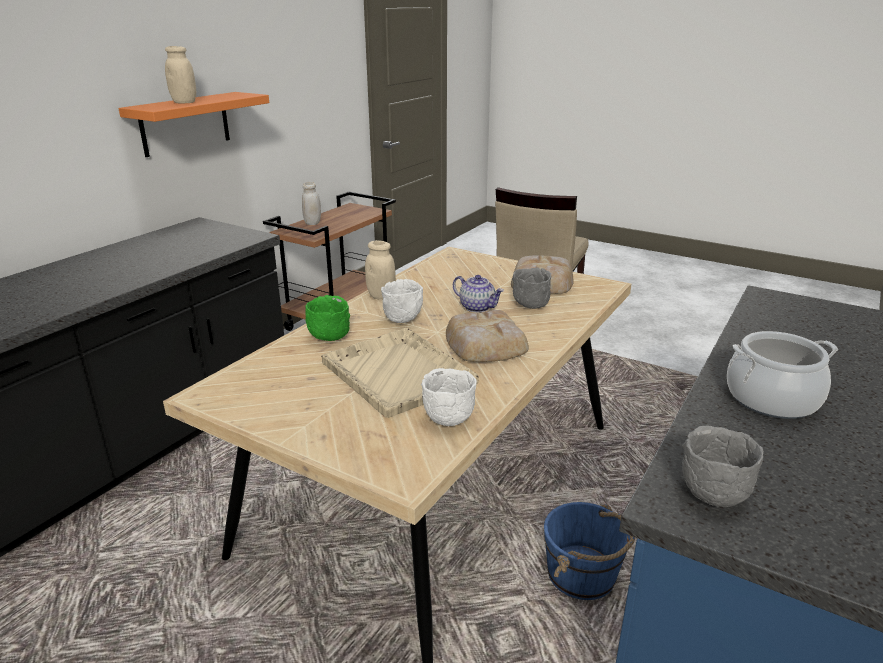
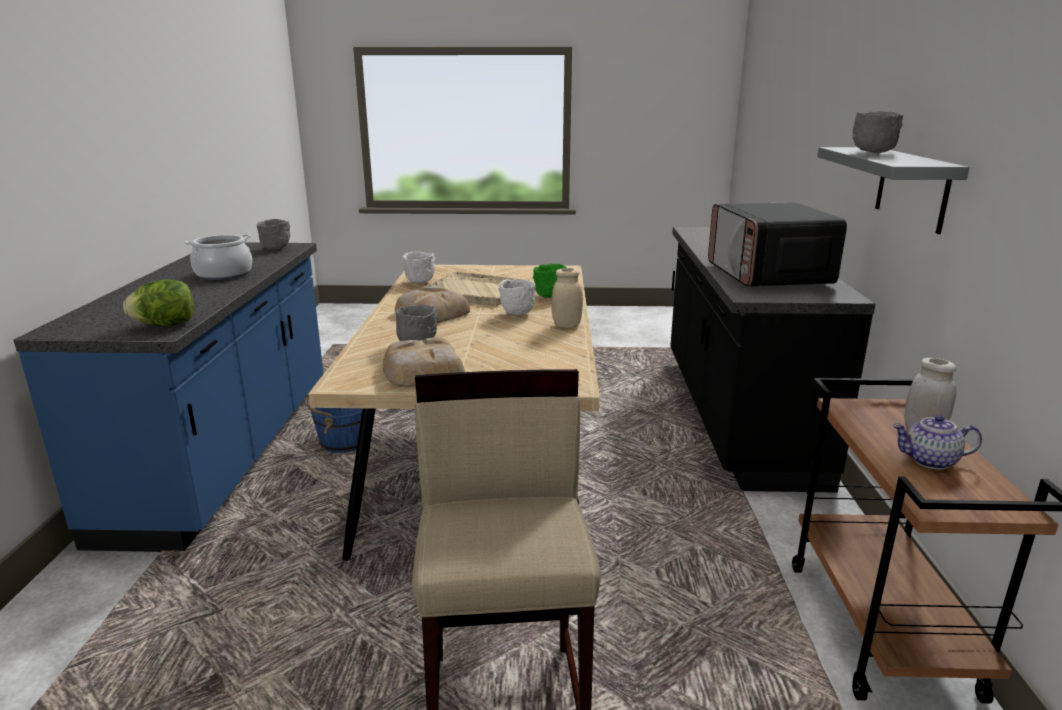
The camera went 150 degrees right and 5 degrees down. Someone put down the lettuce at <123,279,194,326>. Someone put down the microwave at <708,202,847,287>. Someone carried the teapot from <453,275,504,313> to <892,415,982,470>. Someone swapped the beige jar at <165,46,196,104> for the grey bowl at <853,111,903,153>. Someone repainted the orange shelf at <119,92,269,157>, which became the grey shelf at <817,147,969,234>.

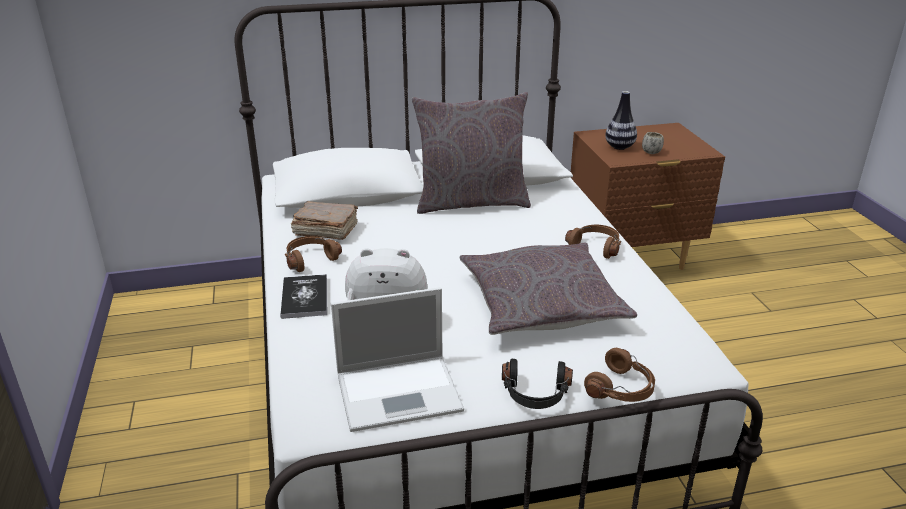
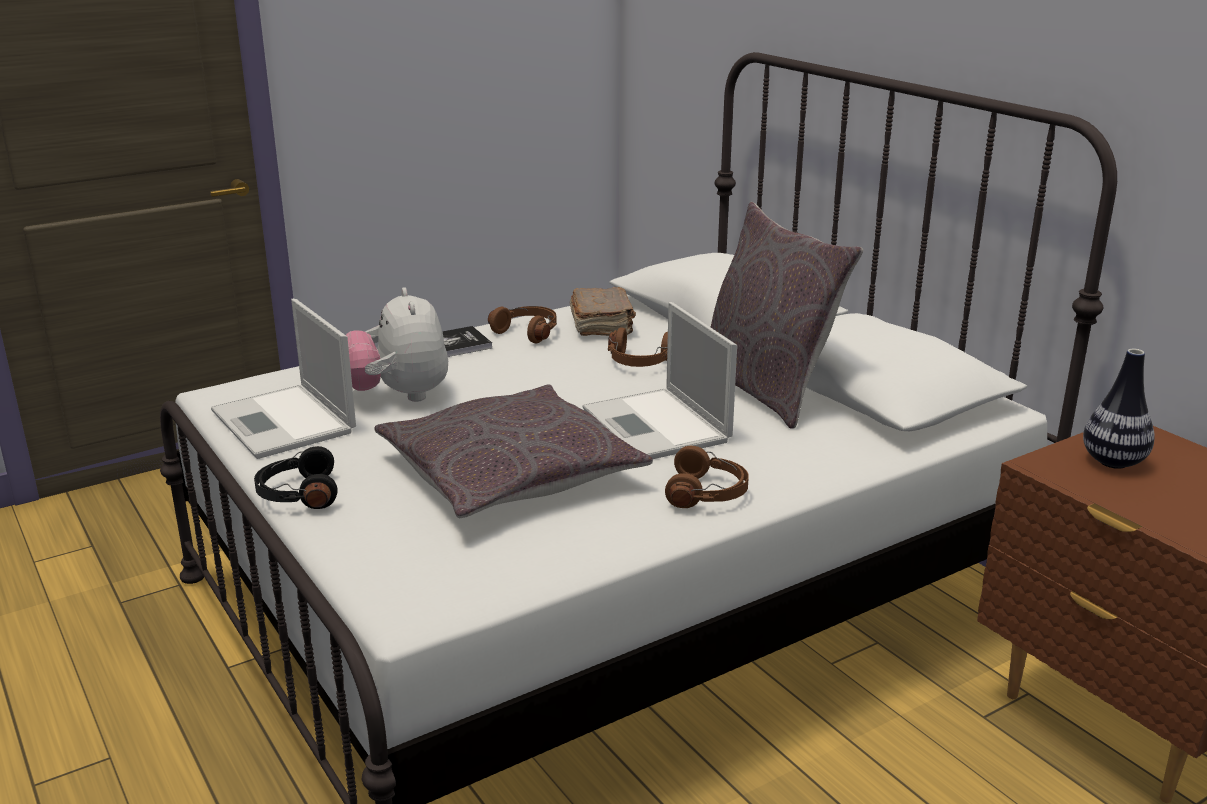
The camera went 70 degrees right and 5 degrees down. Someone took away the white mug at <642,132,664,154>. Someone put down the laptop at <583,302,737,459>. Someone carried the brown headphones from <584,348,655,402> to <608,327,668,367>.

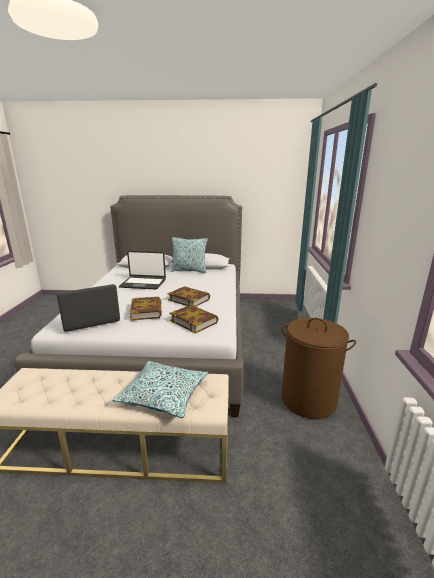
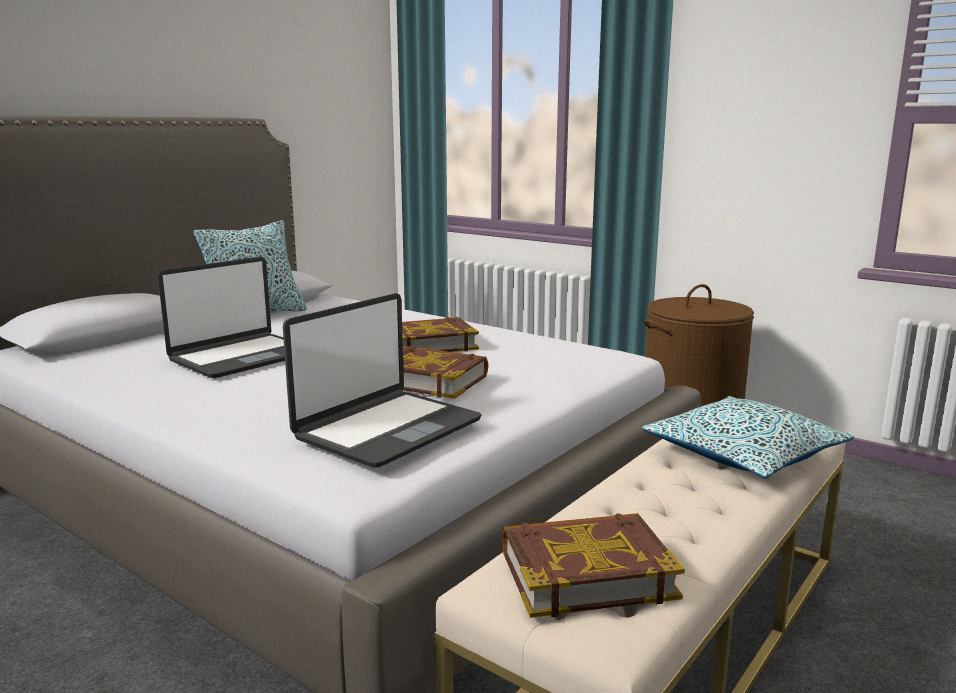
The camera went 55 degrees left and 5 degrees down. Someone carried the book from <169,305,219,333> to <502,513,685,618>. Someone rotated the laptop at <57,284,120,332> by 150 degrees counterclockwise.

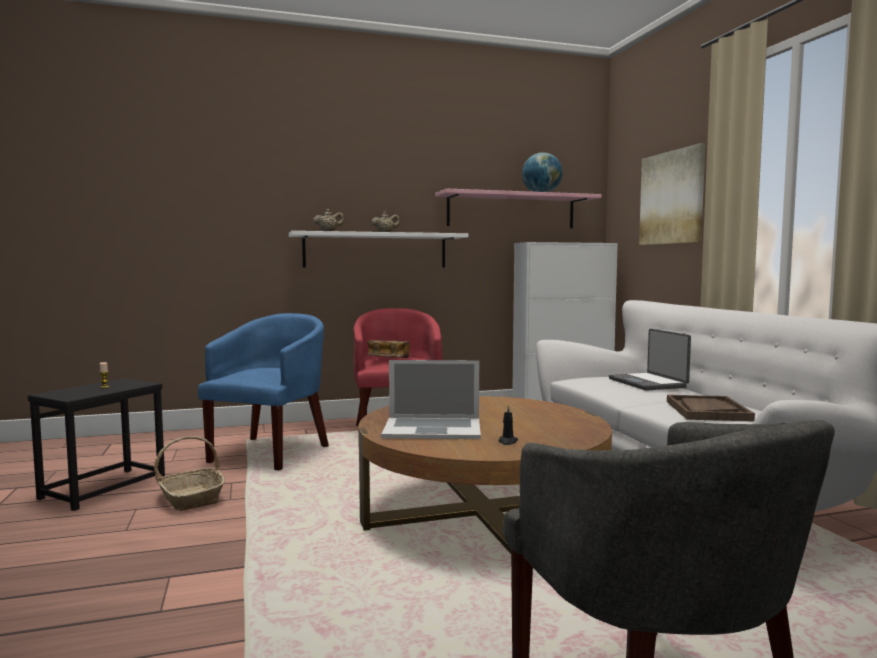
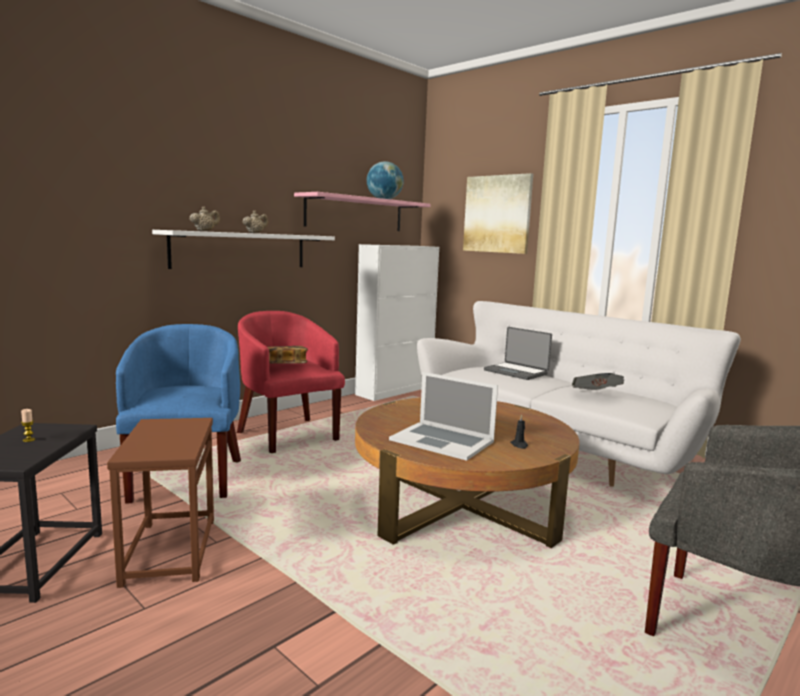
The camera went 30 degrees left and 5 degrees up. Someone swapped the basket at <154,436,225,511> for the brown side table at <107,418,214,588>. Someone swapped the brown tray at <667,395,755,421> for the newspaper at <572,373,624,390>. Someone rotated the laptop at <381,360,481,439> by 60 degrees clockwise.

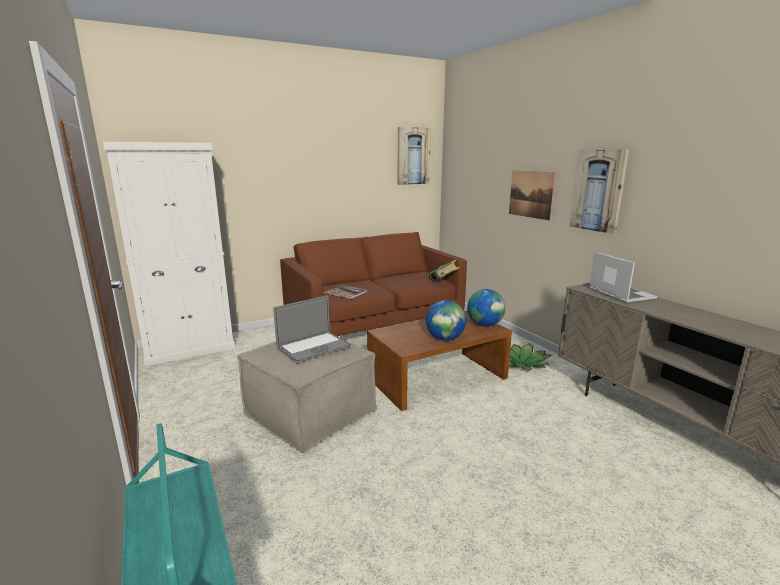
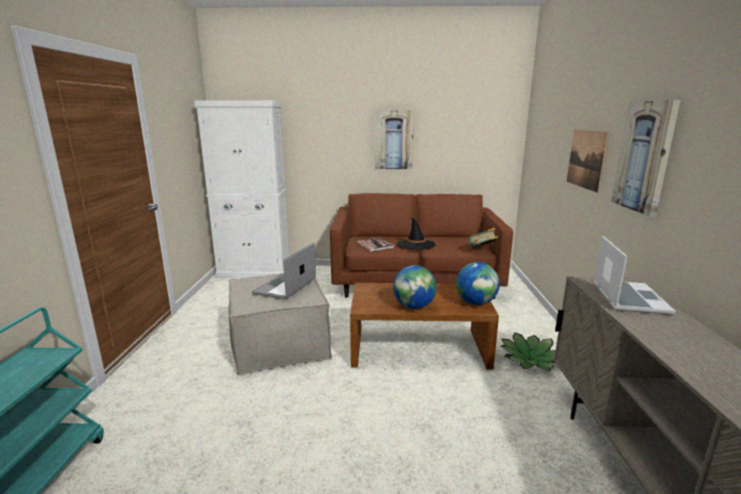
The camera went 30 degrees right and 0 degrees up. Someone put down the black hat at <396,217,436,250>. Someone carried the picture from <398,127,431,185> to <375,110,414,169>. Someone rotated the laptop at <273,295,351,363> by 120 degrees clockwise.

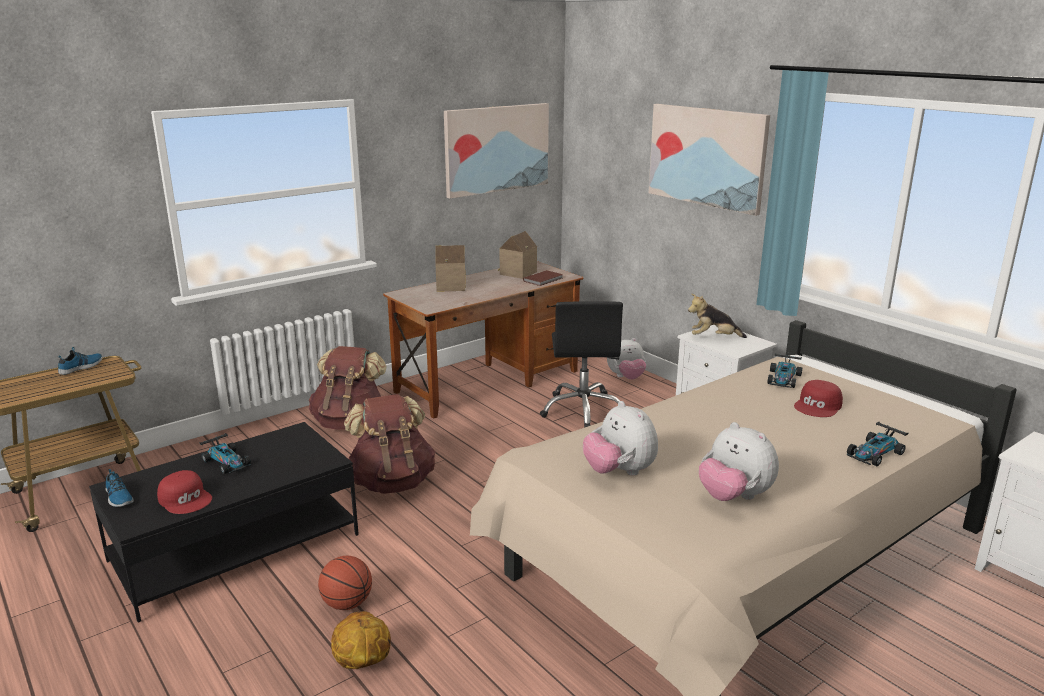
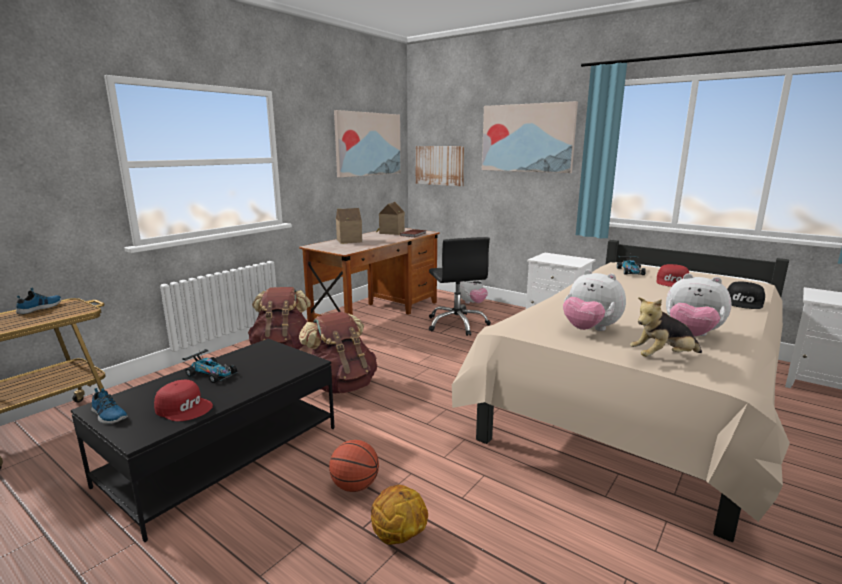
The camera went 15 degrees left and 5 degrees down. Someone put up the picture at <416,146,464,186>. Someone carried the plush toy from <688,294,747,338> to <630,297,702,357>. Someone swapped the toy car at <847,422,908,466> for the black cap at <727,281,765,309>.

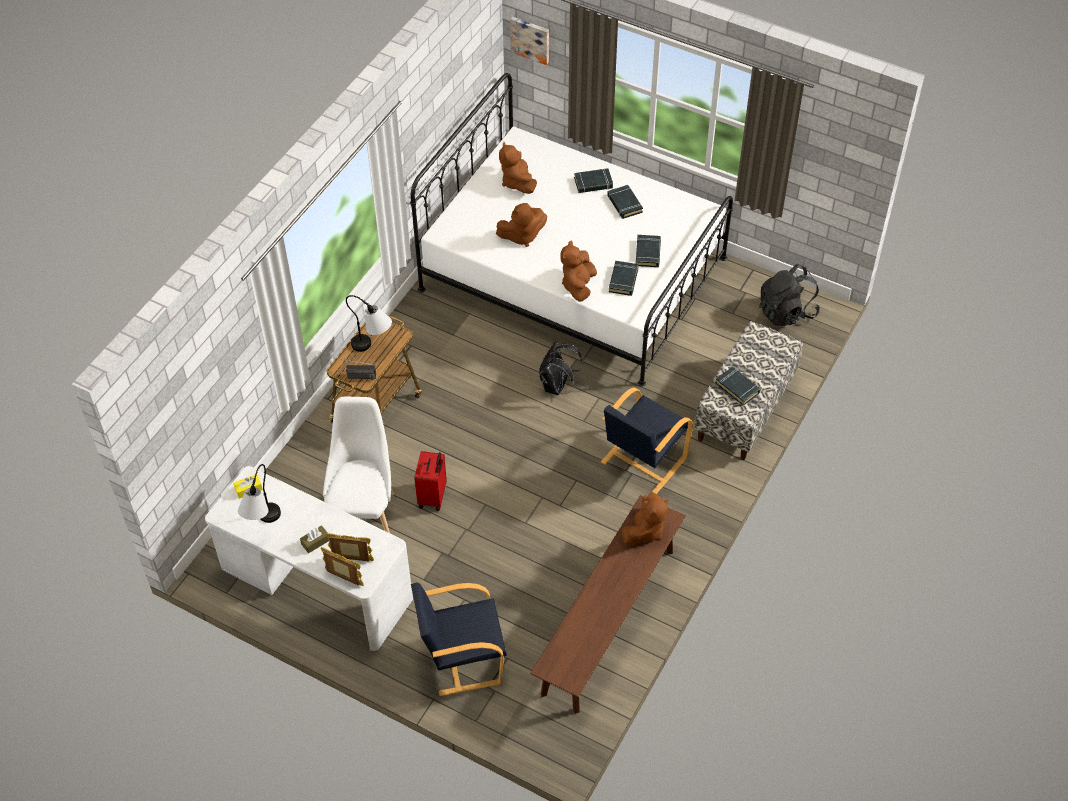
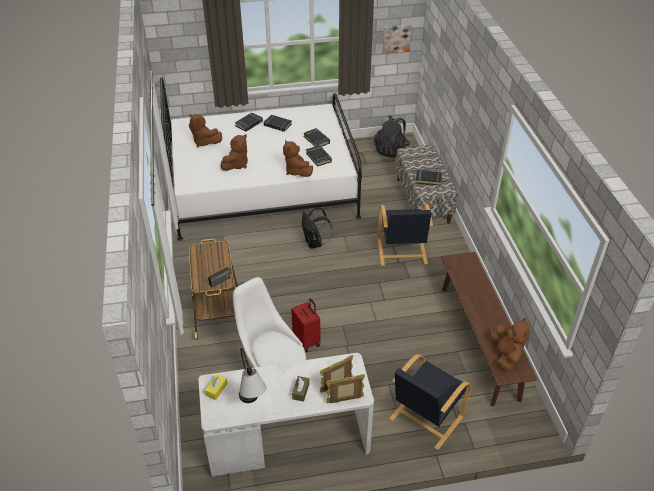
The camera went 40 degrees left and 10 degrees down. Someone took away the table lamp at <346,295,392,352>. Someone carried the picture from <510,17,549,65> to <382,24,412,54>. Someone carried the brown plush toy from <622,493,668,545> to <490,318,530,371>.

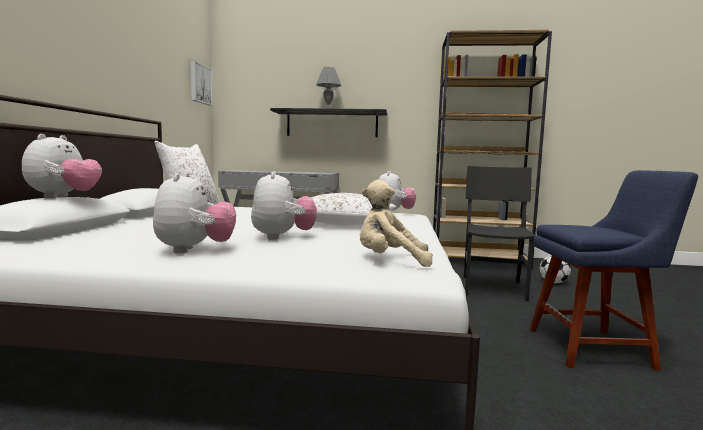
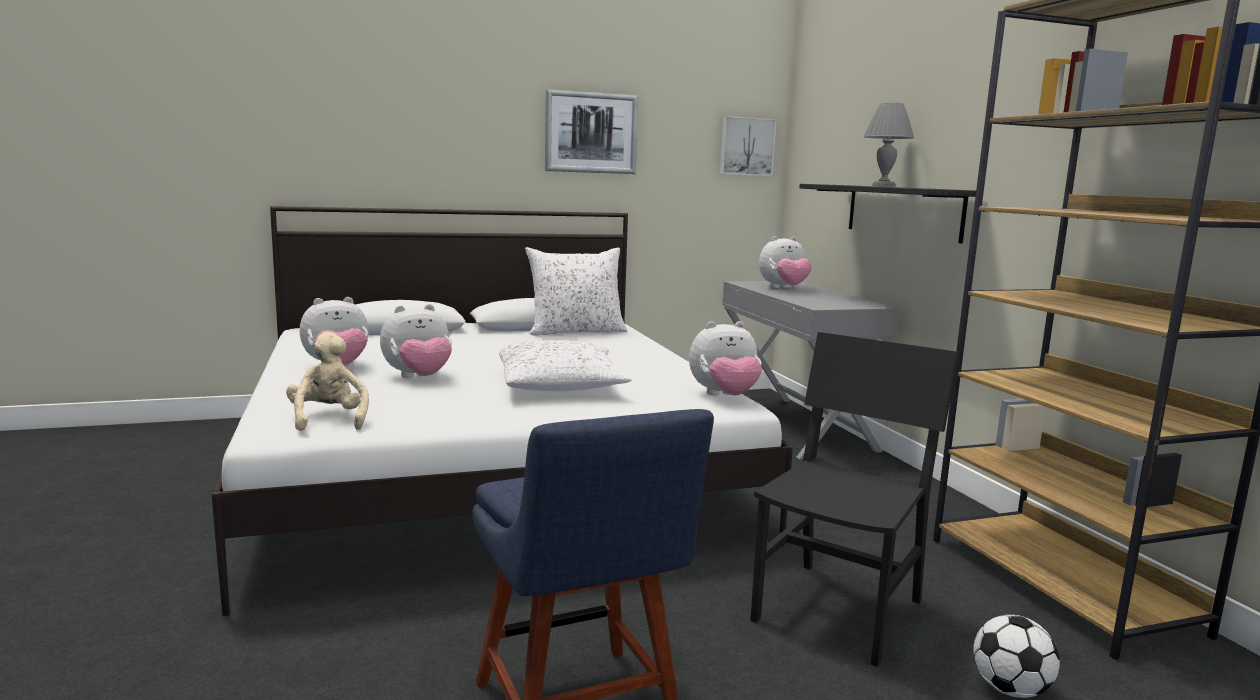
The camera went 65 degrees right and 5 degrees up. Someone put up the picture at <545,89,638,174>. Someone carried the plush toy from <22,134,102,198> to <759,236,812,288>. Someone rotated the black chair at <464,166,536,301> by 45 degrees counterclockwise.

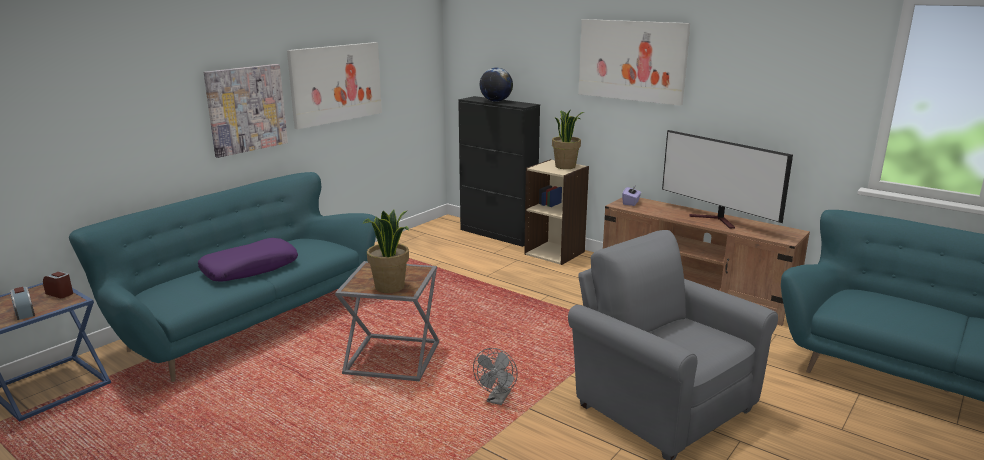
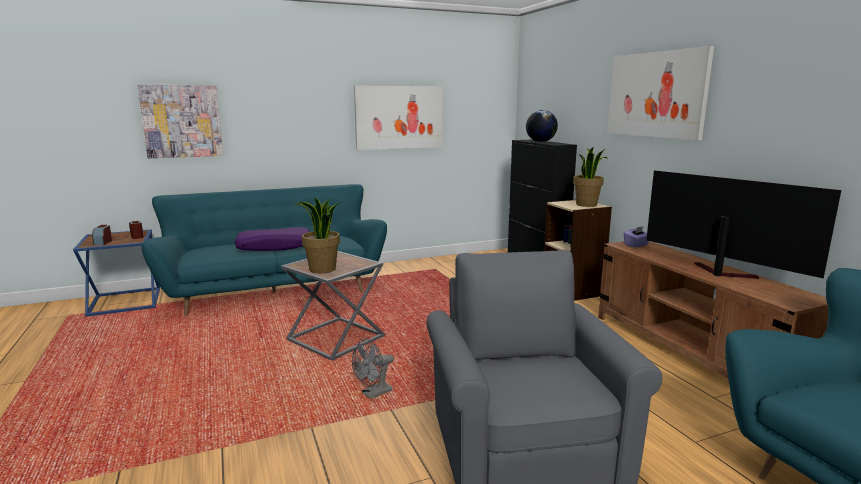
The camera went 30 degrees right and 5 degrees down. Someone carried the picture from <203,64,288,158> to <138,84,223,158>. Someone rotated the television at <662,130,793,229> by 150 degrees clockwise.

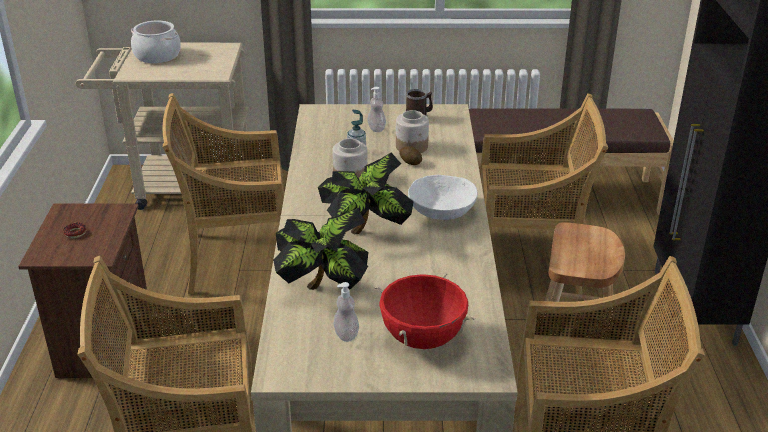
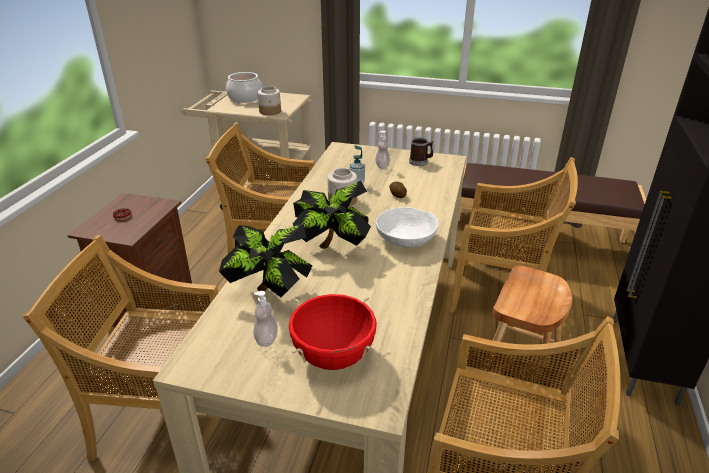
The camera went 15 degrees right and 0 degrees up. Someone carried the jar from <396,110,429,153> to <257,86,281,115>.

